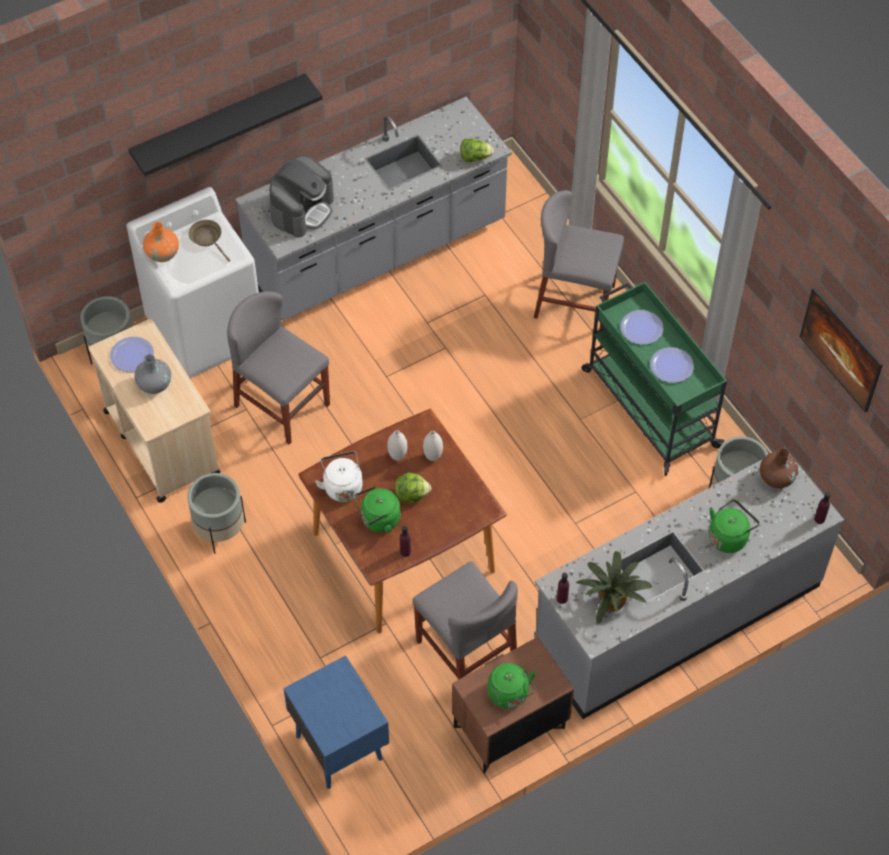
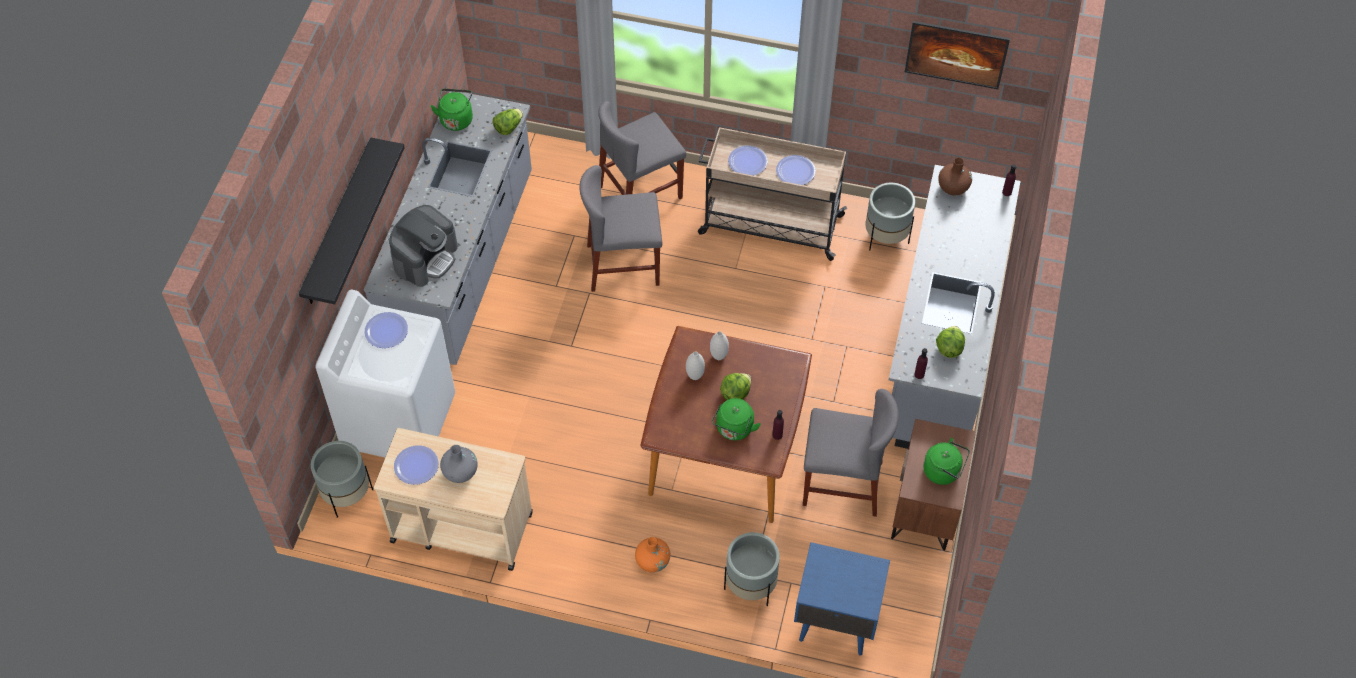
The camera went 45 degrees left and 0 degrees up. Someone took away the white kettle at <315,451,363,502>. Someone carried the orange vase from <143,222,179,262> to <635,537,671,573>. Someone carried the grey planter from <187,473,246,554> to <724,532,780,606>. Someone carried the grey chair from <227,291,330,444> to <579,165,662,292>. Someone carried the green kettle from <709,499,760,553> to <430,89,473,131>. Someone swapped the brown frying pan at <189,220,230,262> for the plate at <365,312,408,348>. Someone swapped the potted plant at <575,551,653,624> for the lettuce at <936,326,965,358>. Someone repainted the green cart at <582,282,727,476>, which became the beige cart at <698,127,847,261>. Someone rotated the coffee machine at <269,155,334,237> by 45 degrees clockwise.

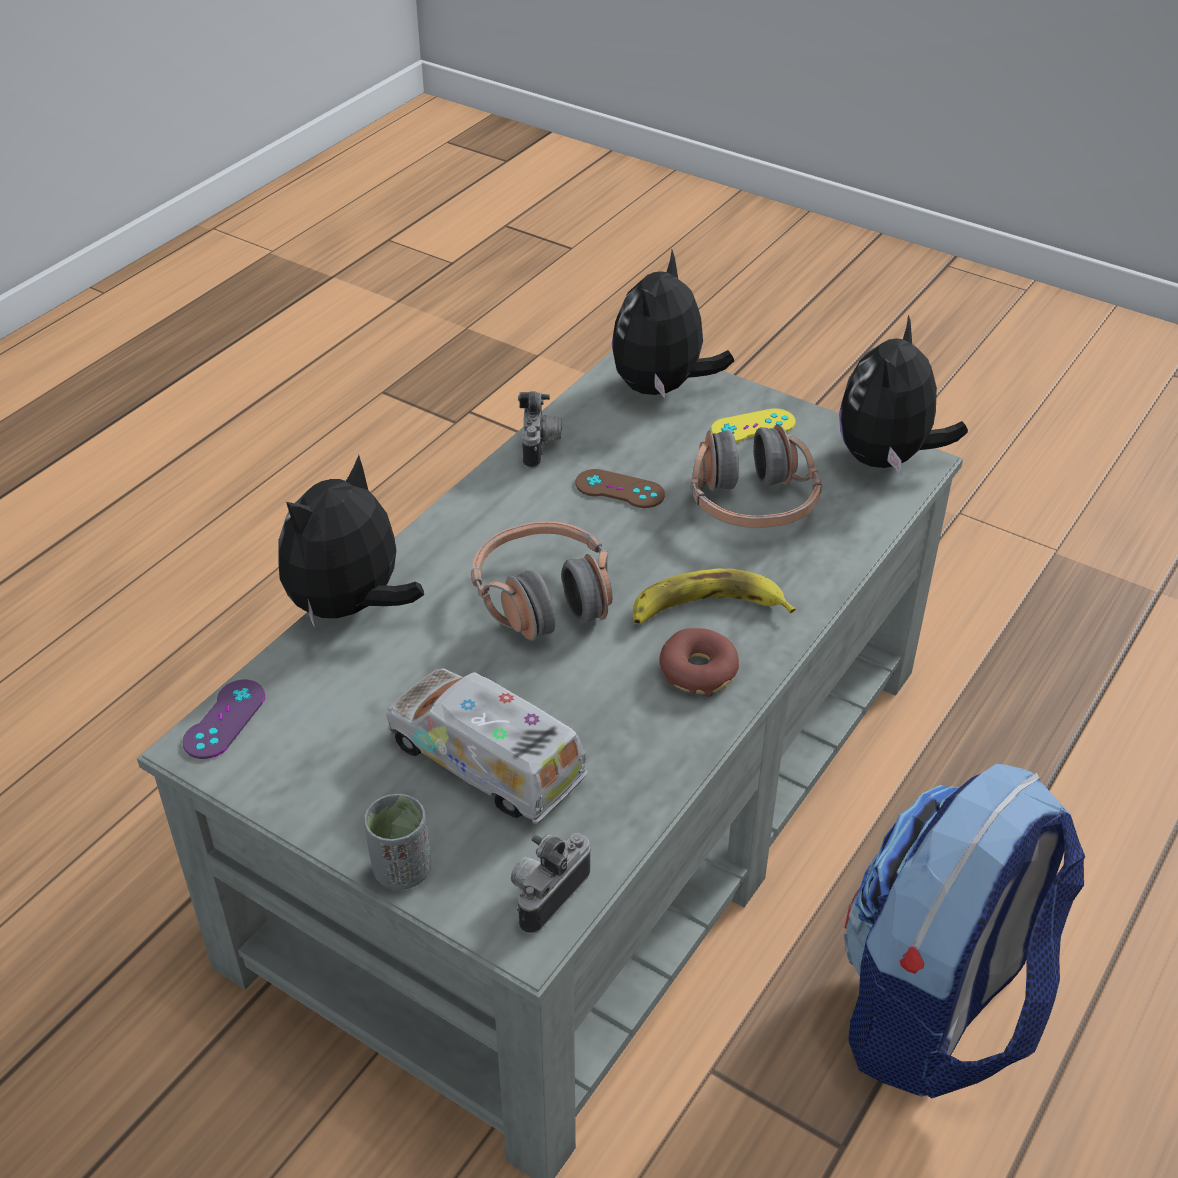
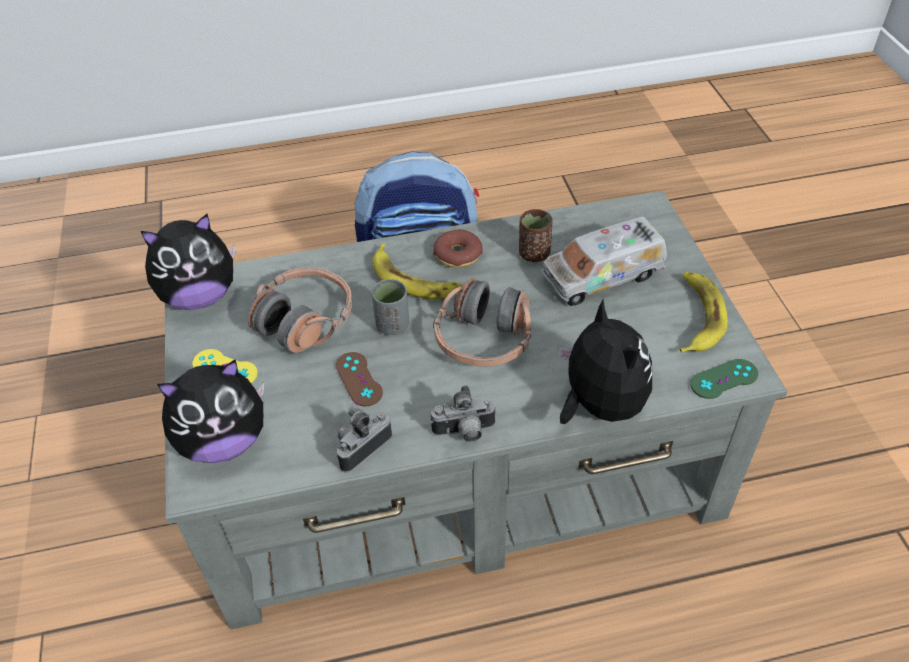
The camera went 135 degrees left and 5 degrees up. Someone put down the brown cup at <519,209,553,262>. Someone put down the banana at <680,272,728,353>. Someone carried the grey cup from <364,794,431,890> to <372,279,409,335>. Someone carried the photo camera from <511,833,590,934> to <431,385,496,442>. Someone repainted the purple game controller at <182,680,265,759>, which became the green game controller at <690,359,758,399>. Someone rotated the plush toy at <279,455,424,628> by 105 degrees counterclockwise. Someone rotated the toy truck at <386,668,588,824> by 75 degrees clockwise.

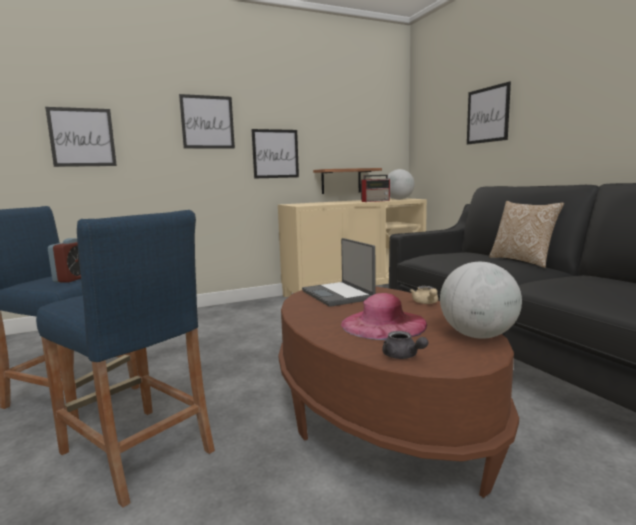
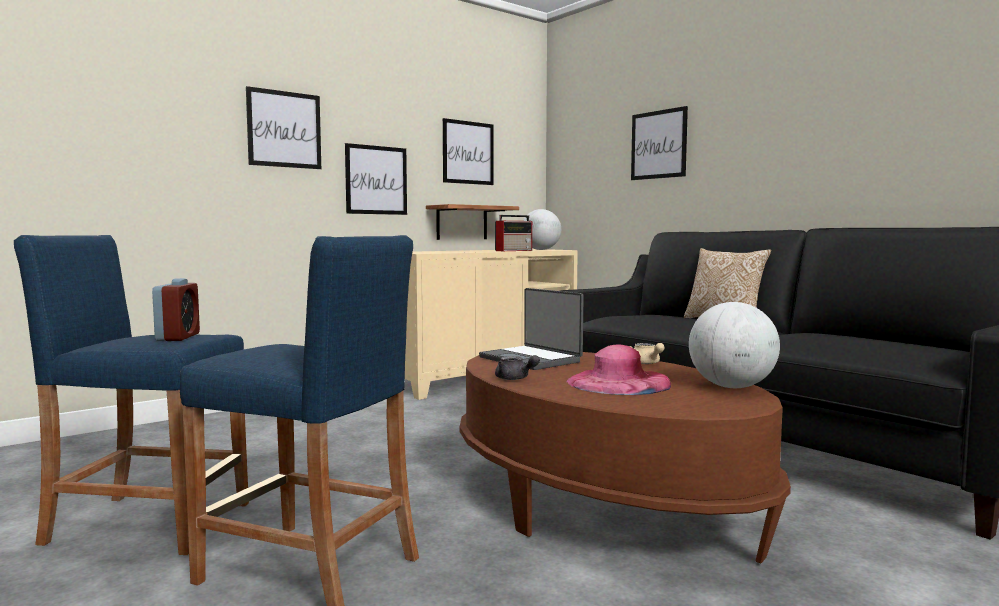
The camera went 15 degrees left and 5 degrees down. Someone carried the picture from <45,107,117,167> to <443,118,493,185>. Someone carried the grey teapot from <382,331,428,359> to <495,355,540,380>.

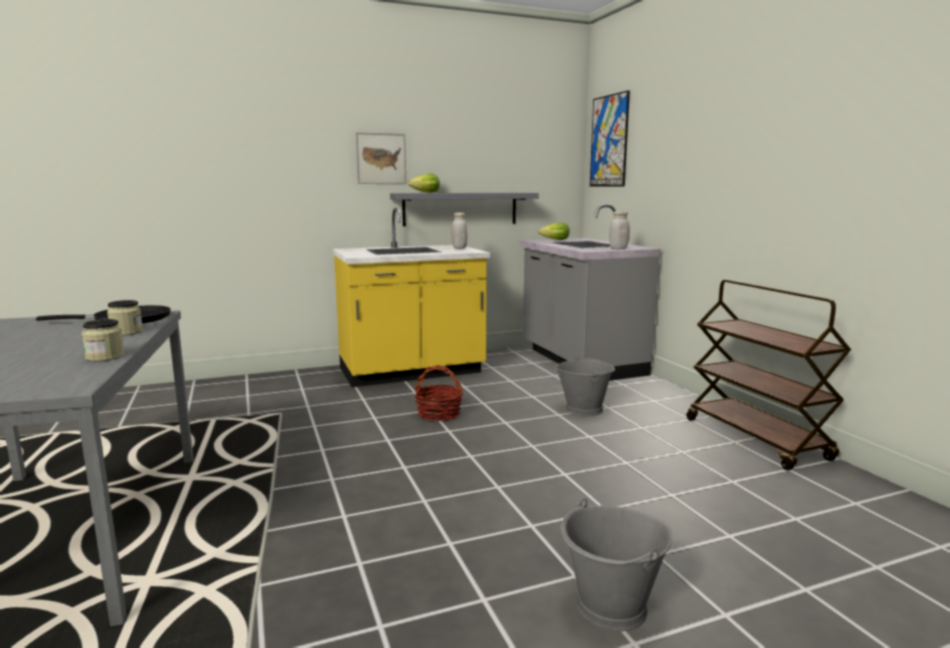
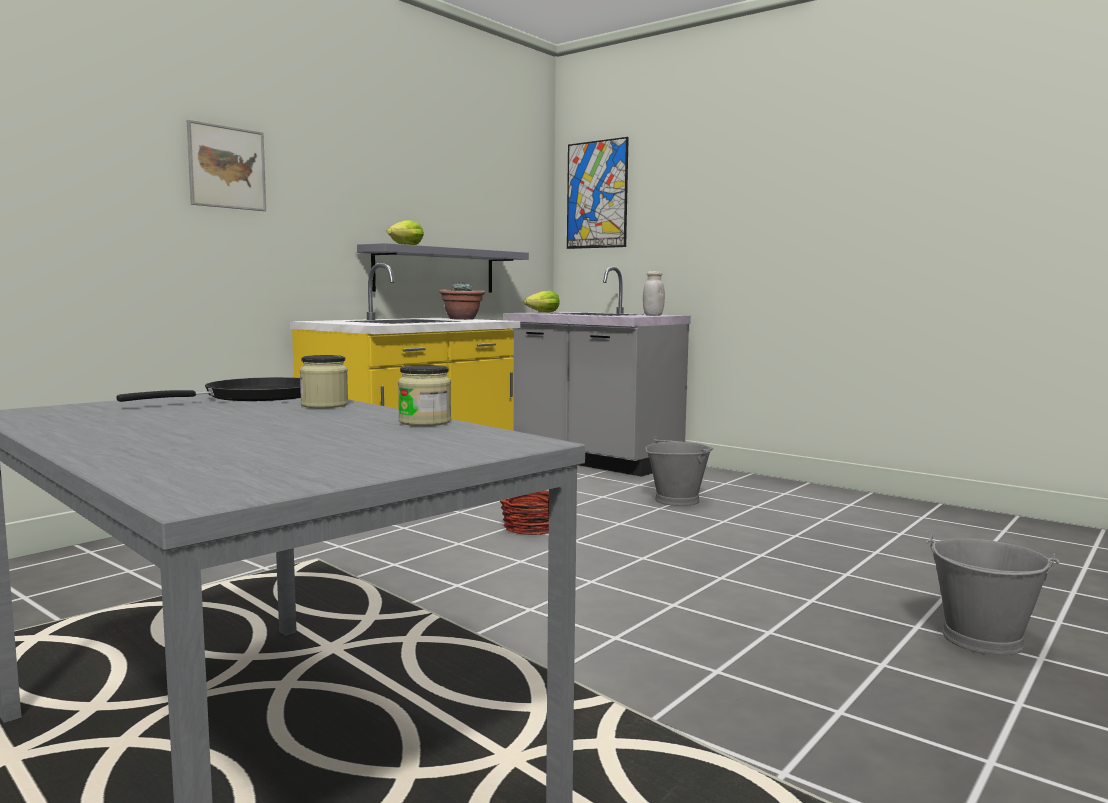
The camera went 30 degrees left and 5 degrees down. Someone took away the brown cart at <687,280,851,470>. Someone carried the picture from <356,132,406,184> to <187,119,266,211>. Someone swapped the white jar at <451,213,467,249> for the potted plant at <439,282,485,320>.

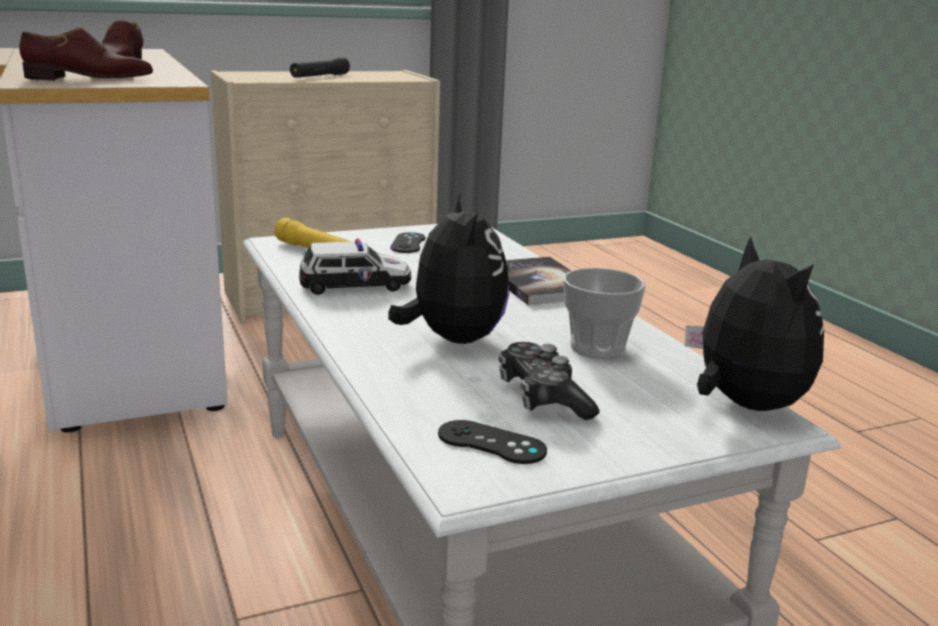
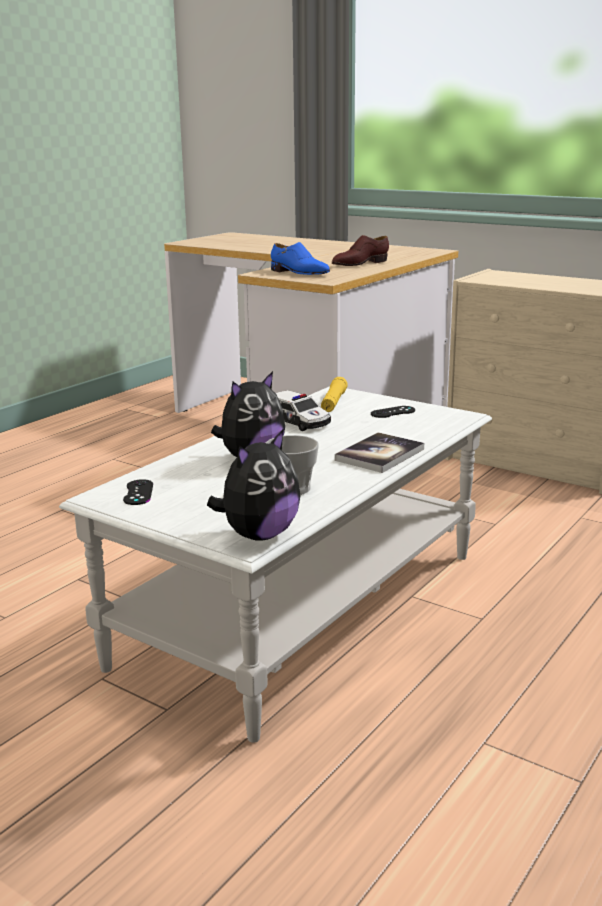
The camera went 60 degrees right and 0 degrees up. Someone took away the black flashlight at <290,57,350,78>. Someone took away the game controller at <499,342,600,420>. Someone repainted the brown shoe at <19,27,153,80>, which became the blue shoe at <271,242,330,275>.

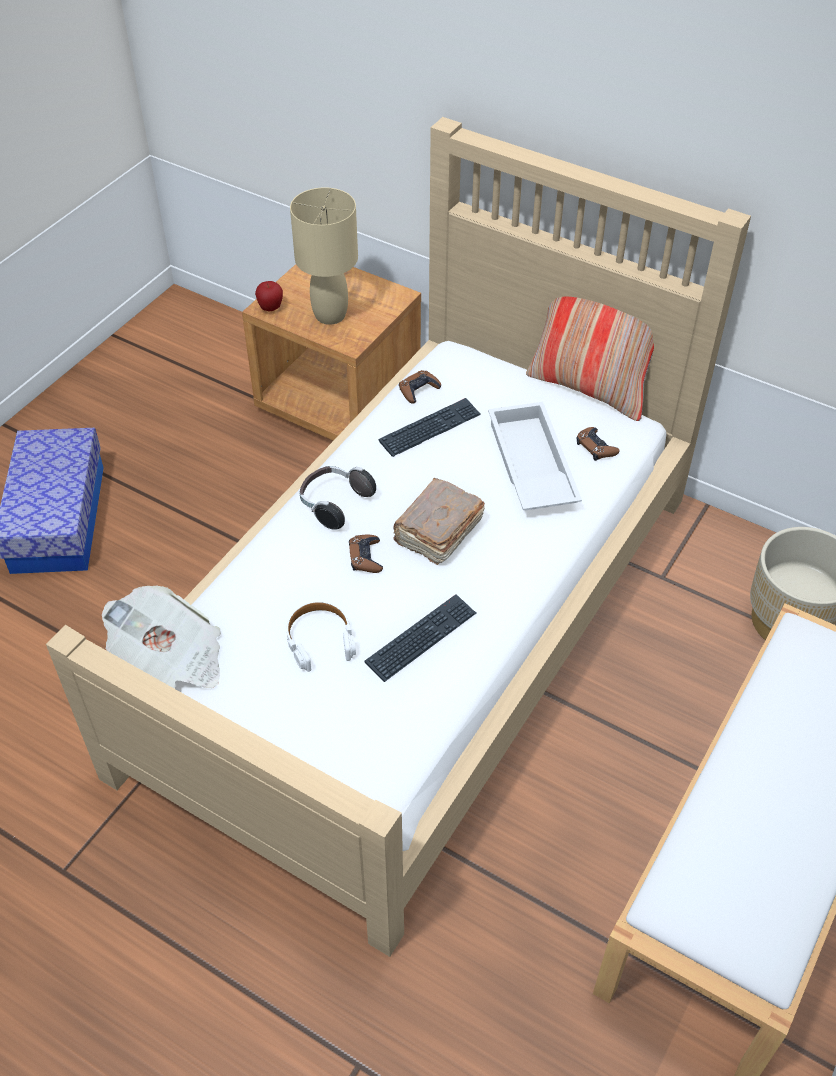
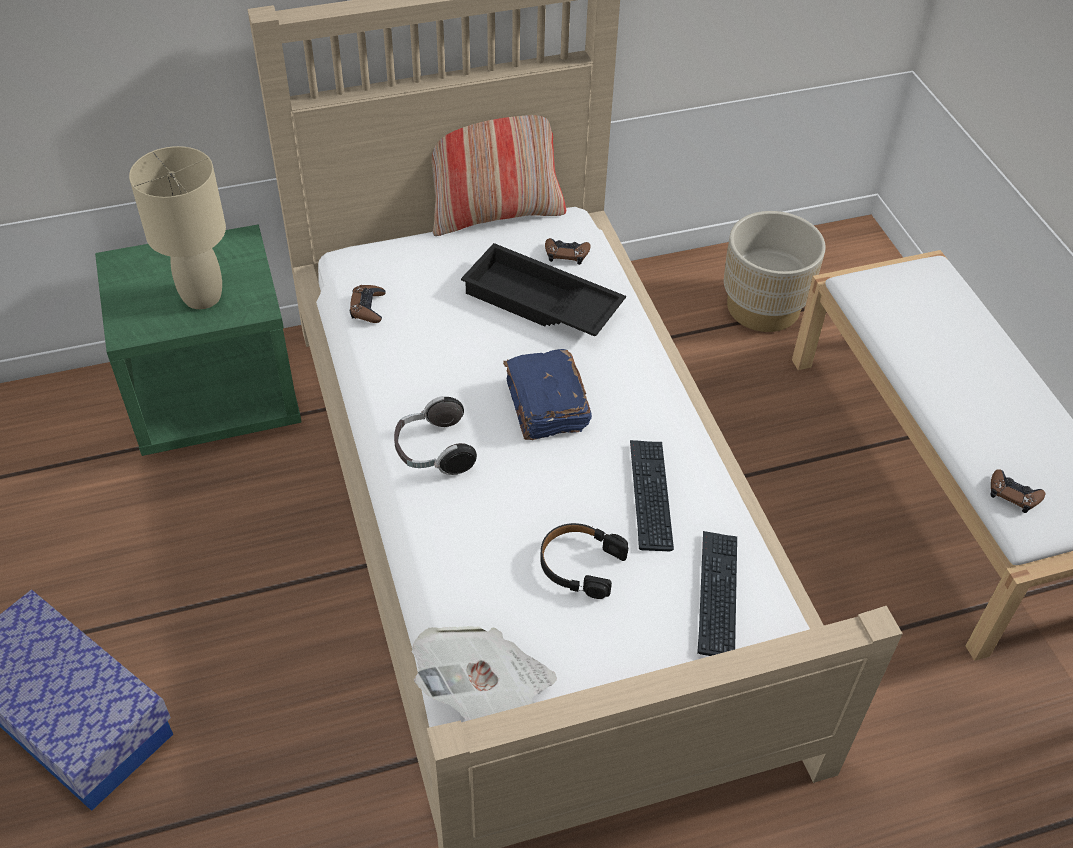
The camera went 50 degrees left and 0 degrees up. Someone took away the apple at <255,281,283,311>. Someone carried the brown game controller from <349,534,383,573> to <990,469,1046,513>. Someone carried the keyboard from <379,398,481,457> to <697,531,737,656>. Someone repainted the brown nightstand at <242,264,421,441>, which became the green nightstand at <95,224,302,456>. Someone repainted the white headphones at <287,601,356,672>, which became the black headphones at <540,523,628,599>. Someone repainted the brown book at <393,478,485,565>, which became the blue book at <503,349,592,440>. Someone repainted the white tray at <488,402,582,510>, which became the black tray at <461,243,626,336>.

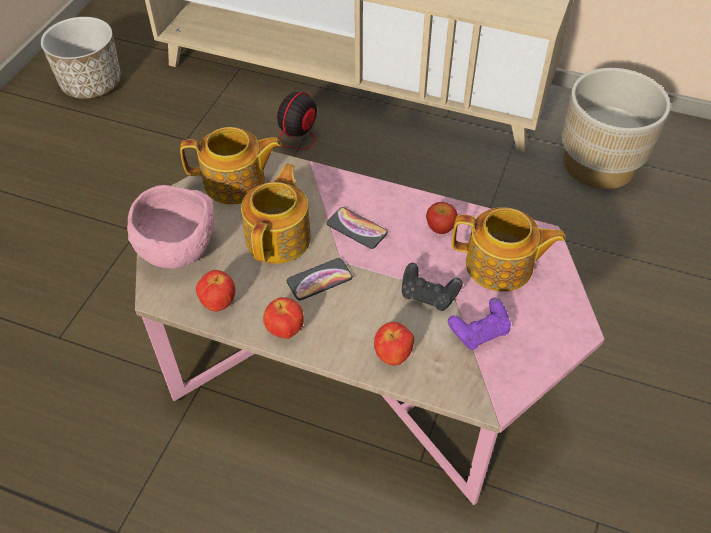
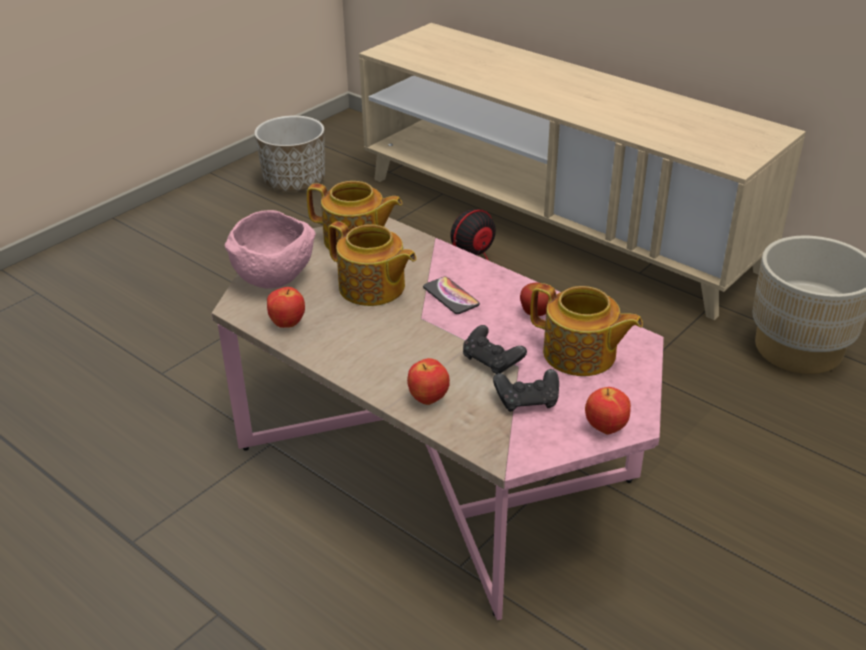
The camera went 20 degrees right and 15 degrees down. Someone took away the phone at <287,258,353,300>. Someone carried the apple from <263,297,304,339> to <585,387,631,435>. Someone repainted the purple game controller at <448,298,511,350>, which became the black game controller at <493,369,559,412>. Someone rotated the teapot at <241,164,311,264> by 90 degrees clockwise.

